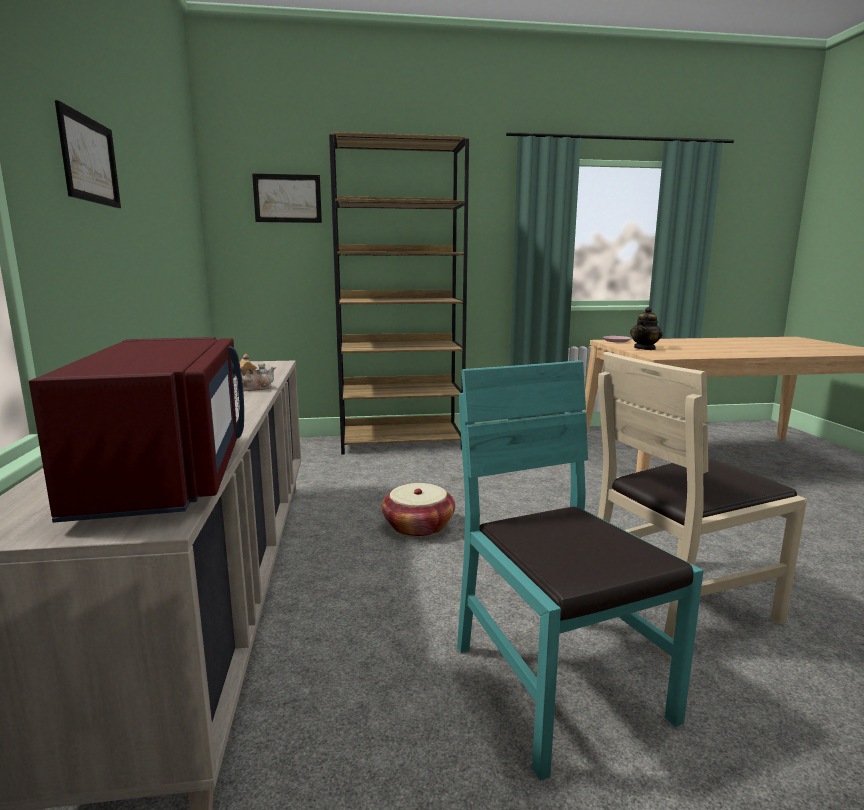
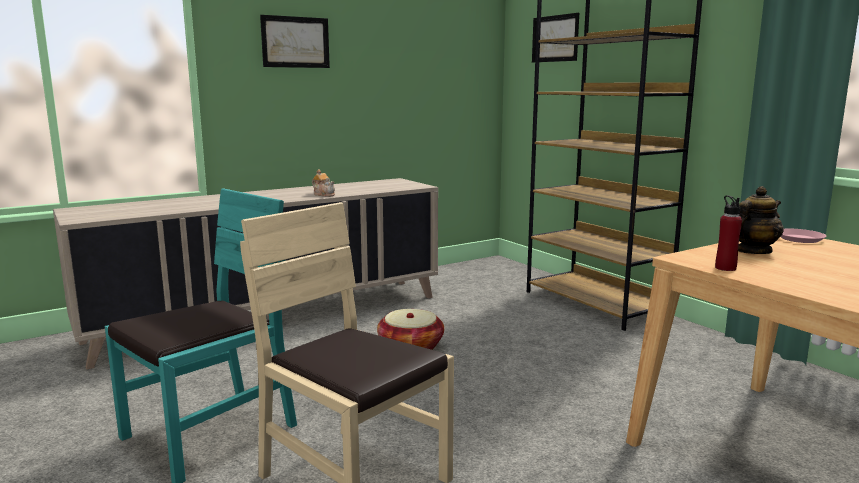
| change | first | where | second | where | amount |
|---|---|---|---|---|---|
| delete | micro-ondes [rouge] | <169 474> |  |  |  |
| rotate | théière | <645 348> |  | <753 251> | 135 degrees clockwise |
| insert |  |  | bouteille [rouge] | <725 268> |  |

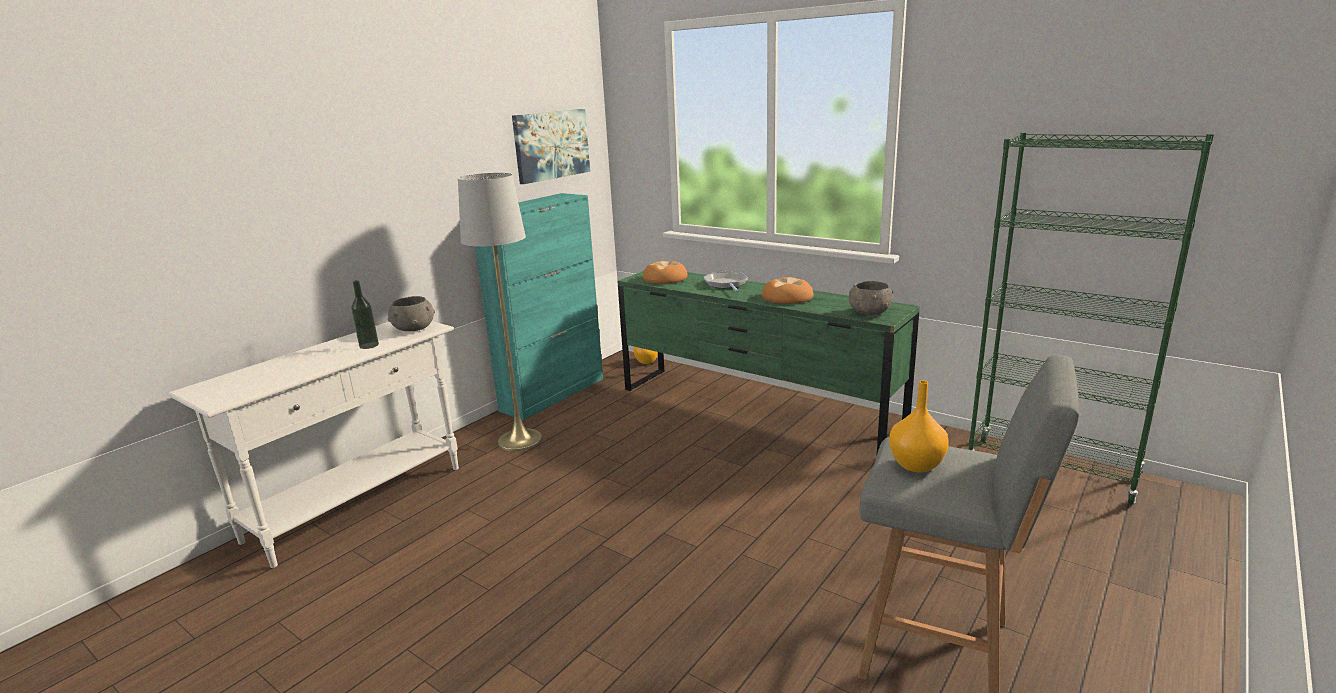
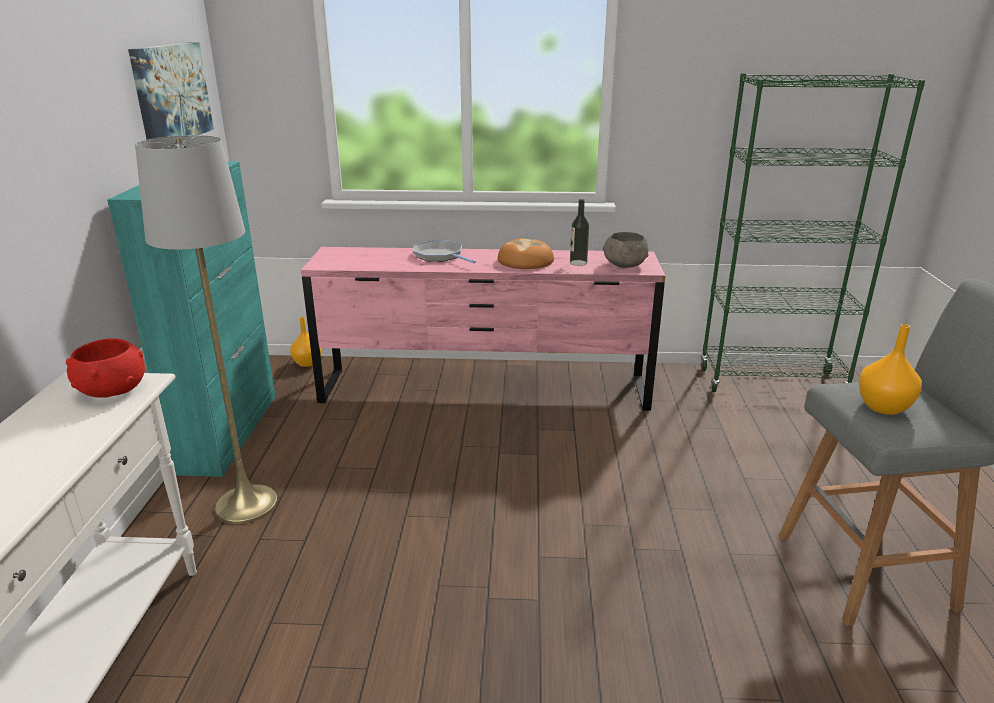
| change | first | where | second | where | amount |
|---|---|---|---|---|---|
| move | bouteille | <369 345> |  | <578 263> |  |
| recolor | bol [gris] | <413 328> | bol [rouge] | <112 390> |  |
| recolor | commode [vert] | <755 409> | commode [rose] | <484 390> |  |
| delete | pain | <664 278> |  |  |  |

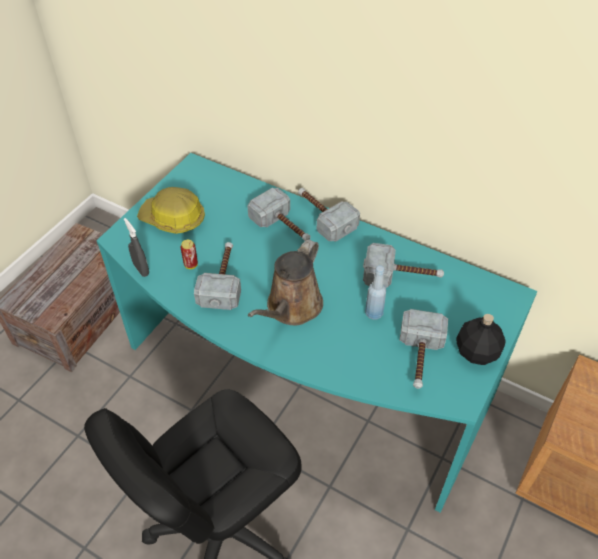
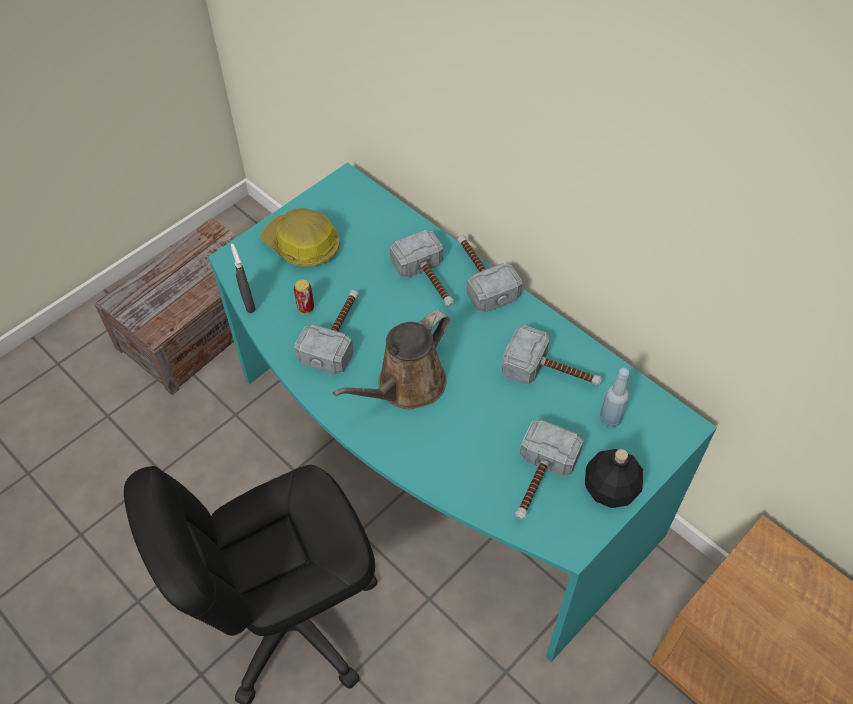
| change | first | where | second | where | amount |
|---|---|---|---|---|---|
| move | bouteille [bleu] | <374 313> |  | <610 419> |  |

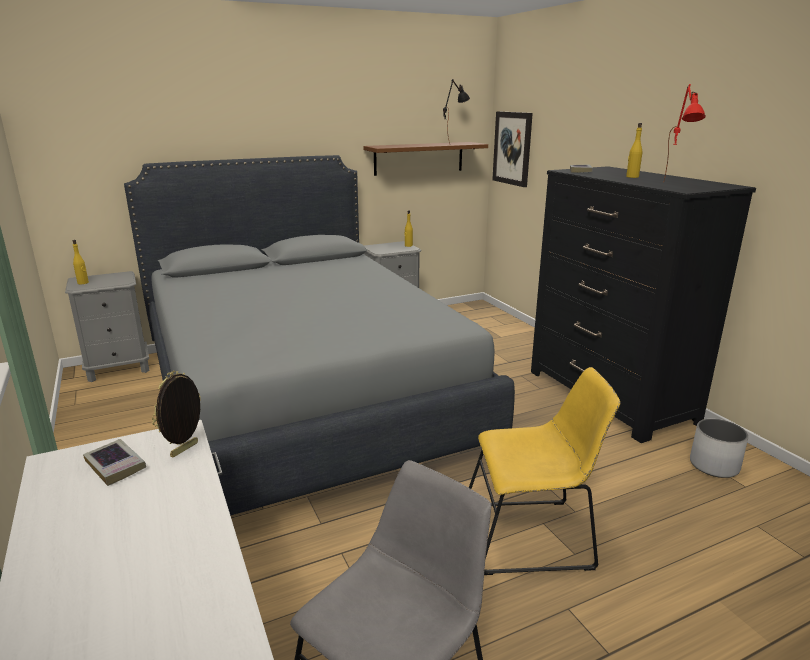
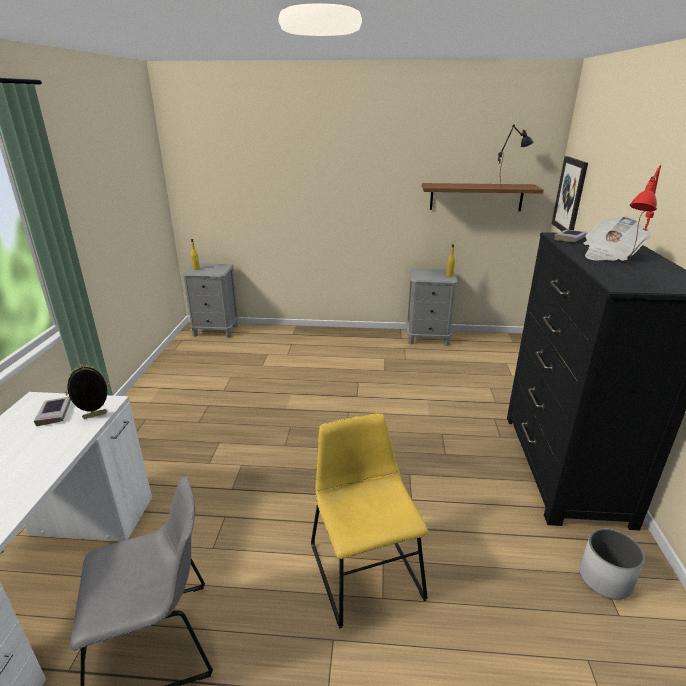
| change | first | where | second | where | amount |
|---|---|---|---|---|---|
| delete | lit [gris] | <303 397> |  |  |  |
| rotate | chaise [jaune] | <532 536> |  | <364 566> | 135 degrees counterclockwise |
| replace | bouteille [jaune] | <632 177> | journal | <609 255> |  |

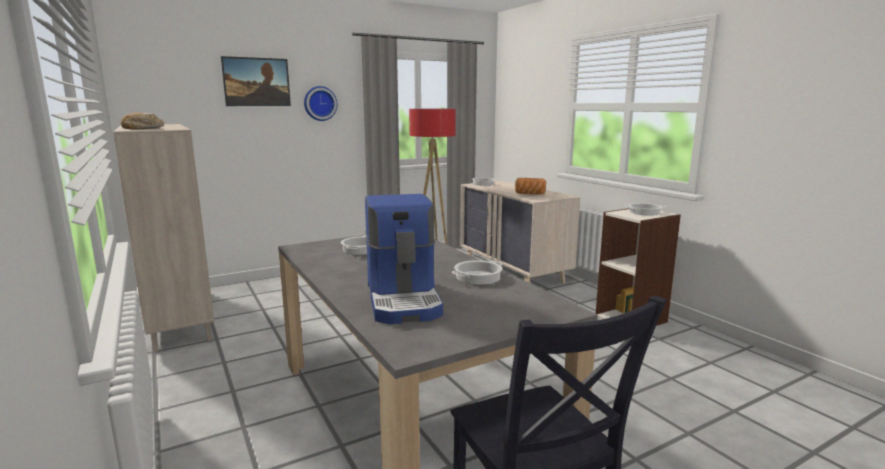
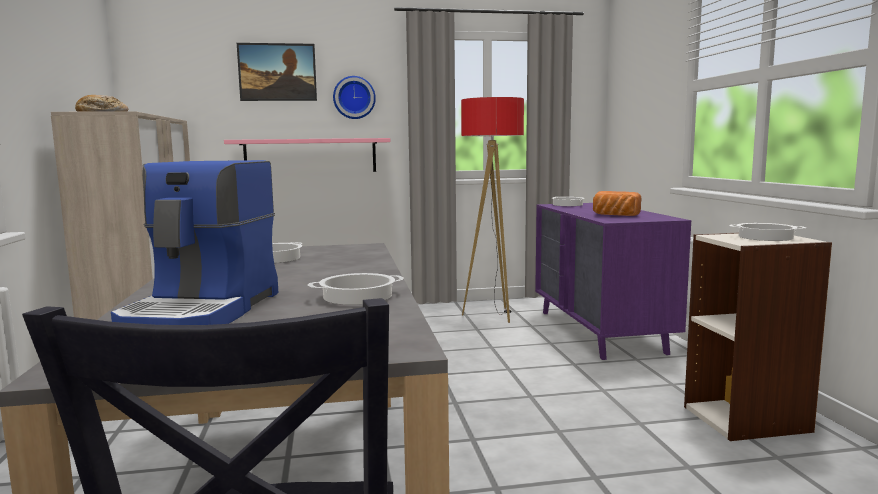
| change | first | where | second | where | amount |
|---|---|---|---|---|---|
| recolor | commode [beige] | <513 271> | commode [violet] | <600 332> |  |
| insert |  |  | étagère [rose] | <310 156> |  |

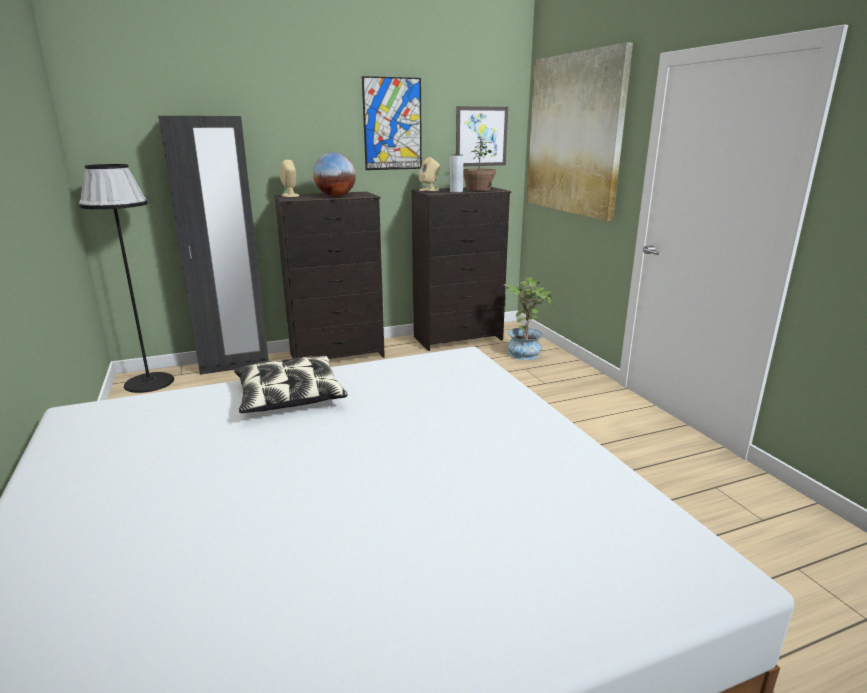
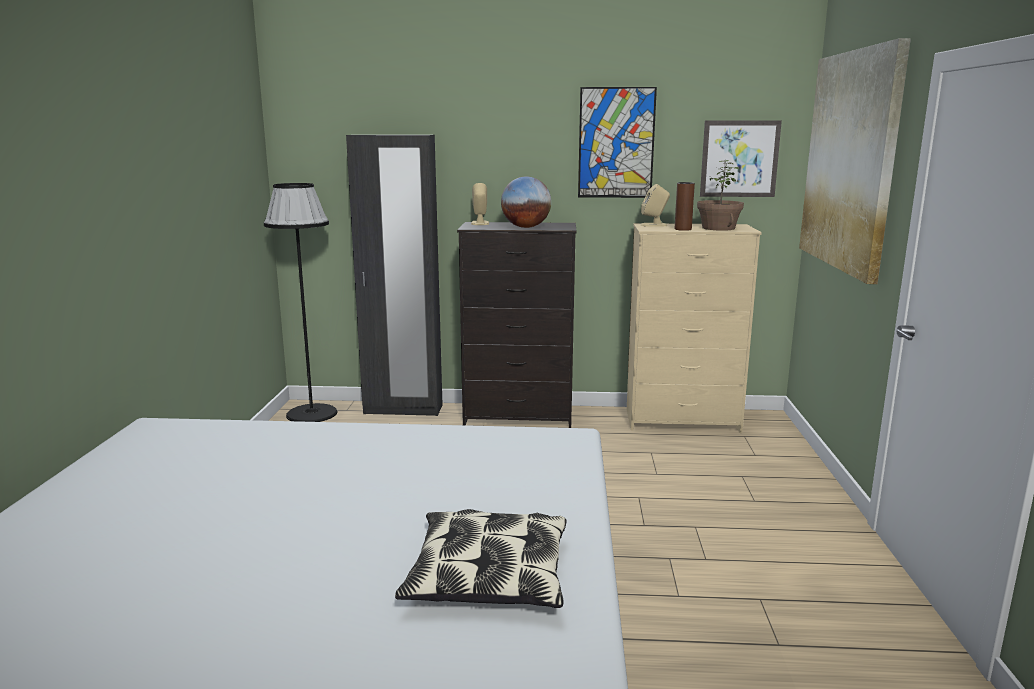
| change | first | where | second | where | amount |
|---|---|---|---|---|---|
| move | coussin | <289 396> |  | <488 577> |  |
| recolor | commode [noir] | <459 338> | commode [beige] | <683 421> |  |
| recolor | vase [gris] | <456 191> | vase [marron] | <683 229> |  |
| delete | plante en pot | <526 352> |  |  |  |

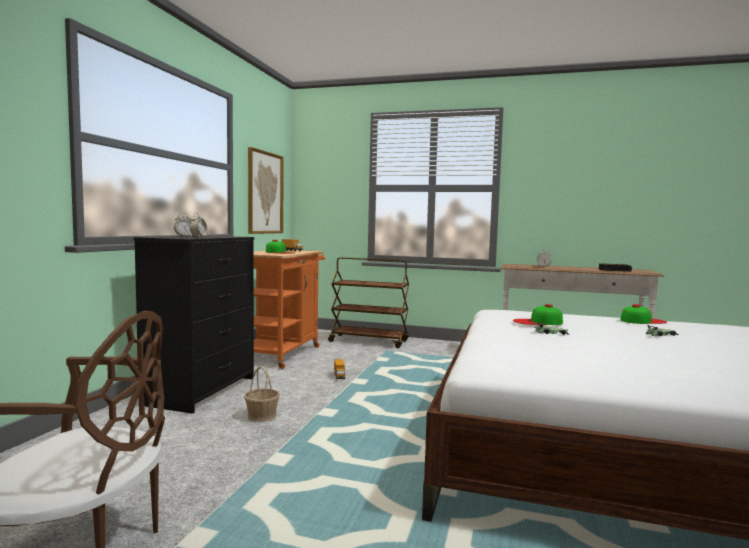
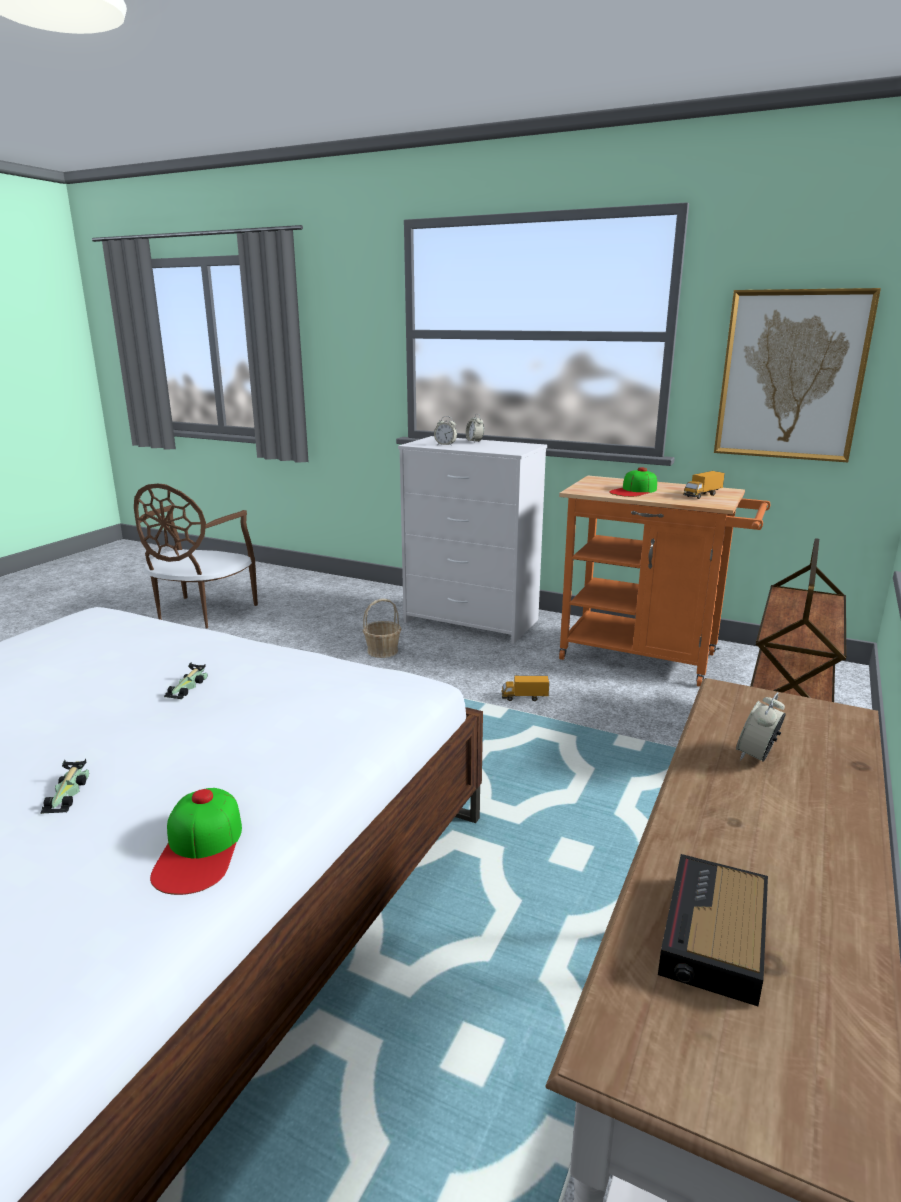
| change | first | where | second | where | amount |
|---|---|---|---|---|---|
| recolor | commode [noir] | <201 390> | commode [blanc] | <472 621> |  |
| delete | casquette | <537 322> |  |  |  |

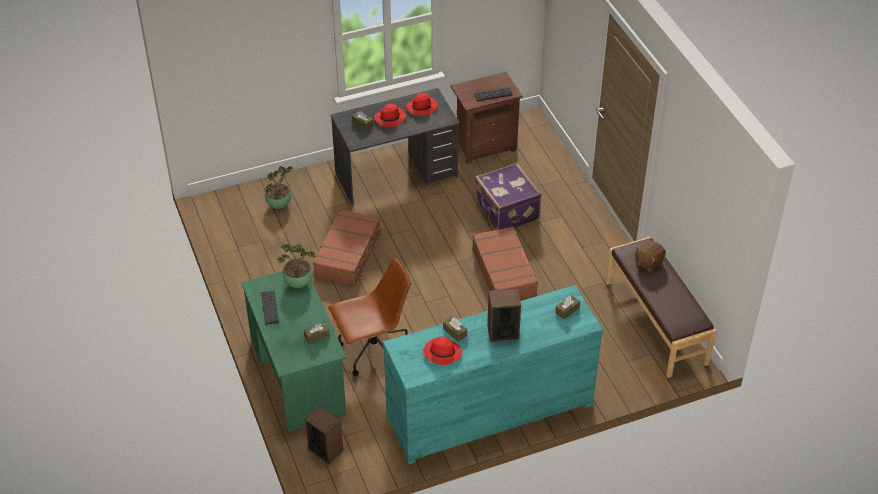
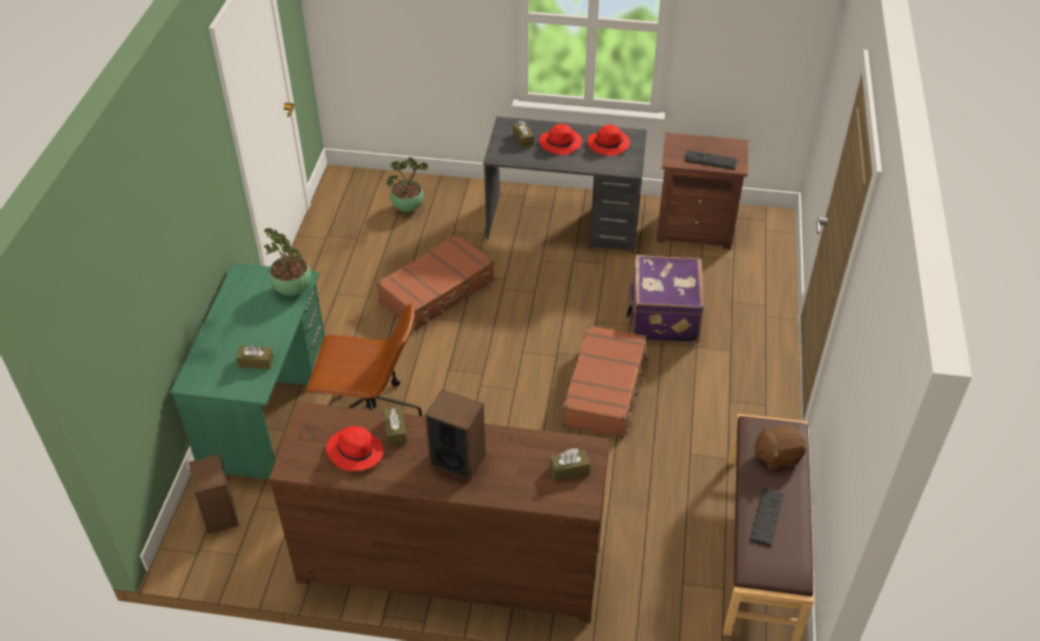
| change | first | where | second | where | amount |
|---|---|---|---|---|---|
| move | clavier | <269 308> |  | <766 517> |  |
| recolor | commode [turquoise] | <489 410> | commode [marron] | <449 561> |  |

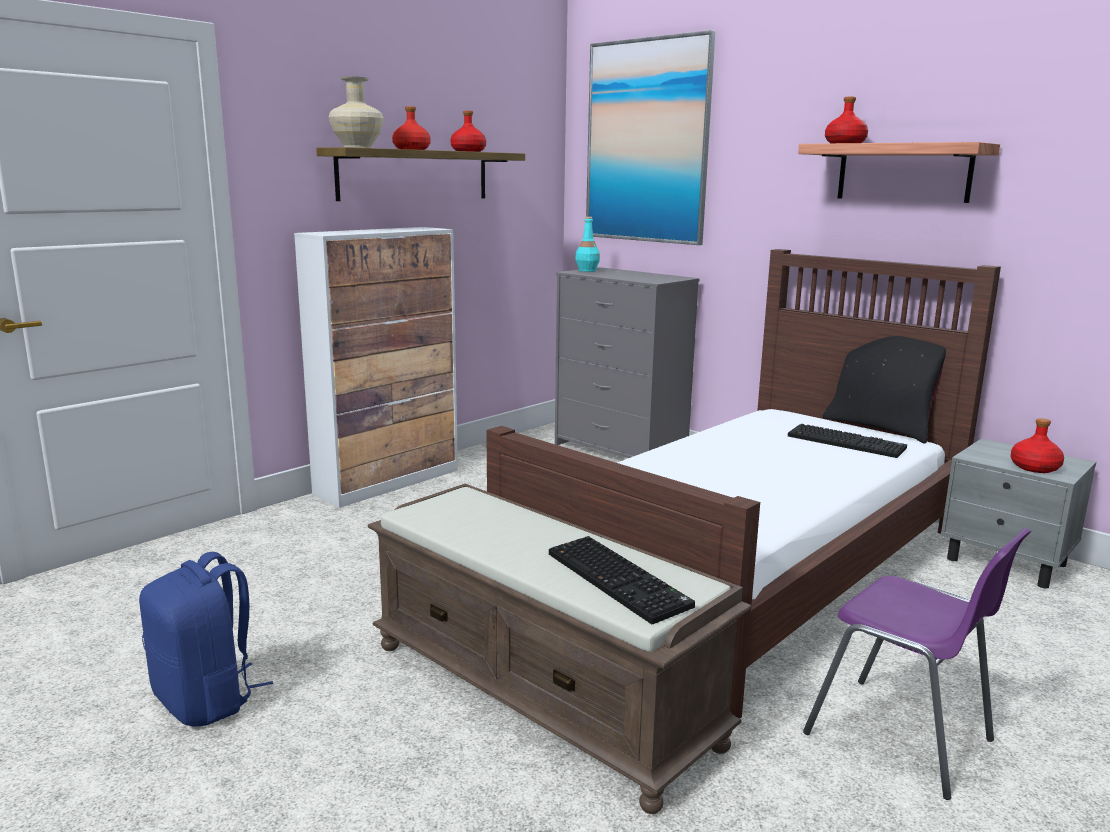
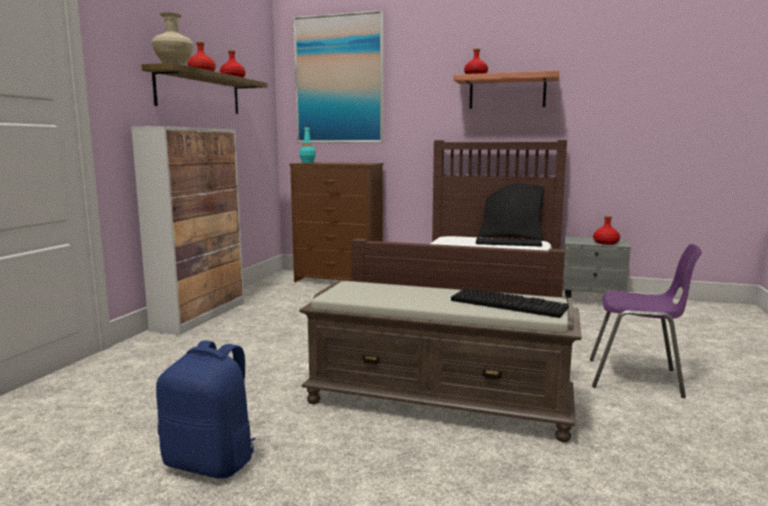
| change | first | where | second | where | amount |
|---|---|---|---|---|---|
| recolor | commode [gris] | <621 450> | commode [marron] | <339 279> |  |

